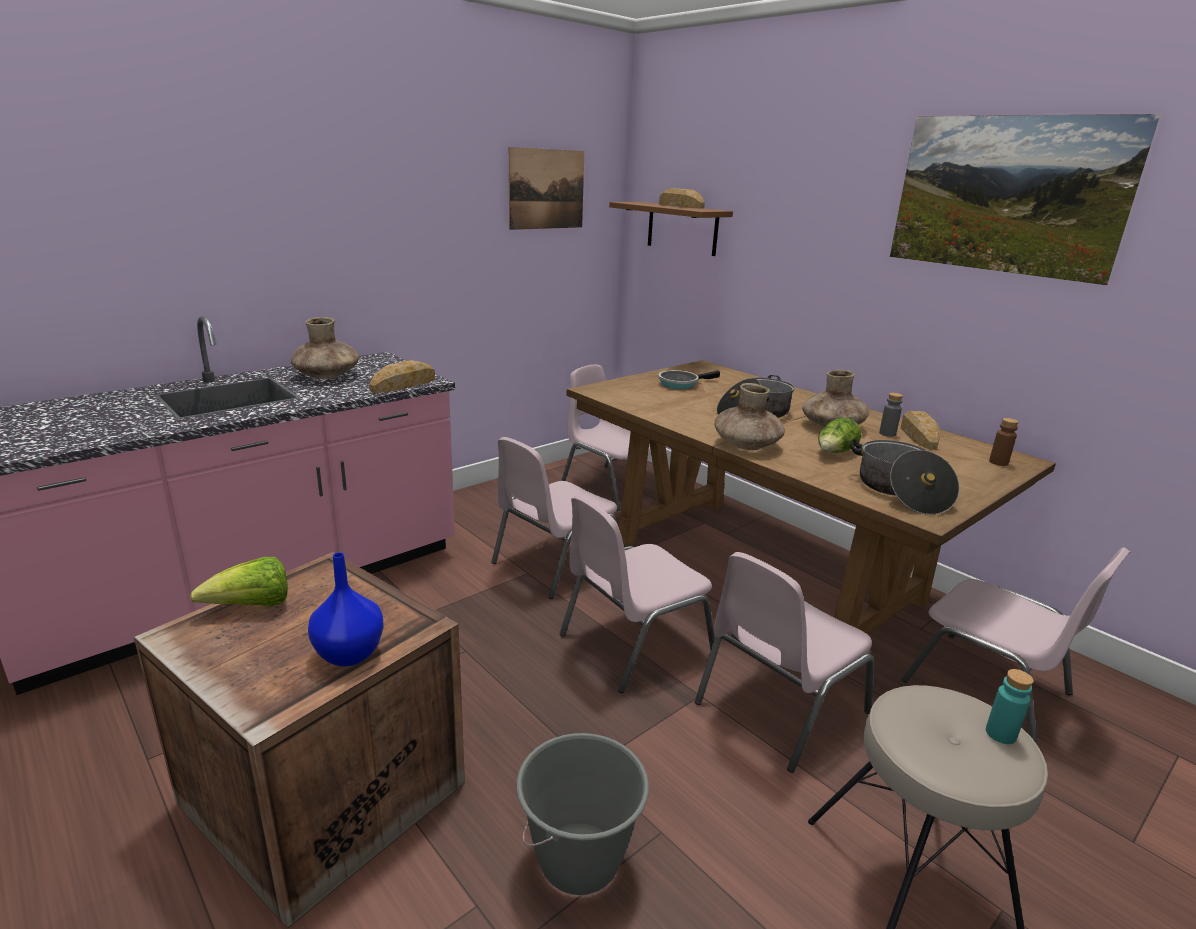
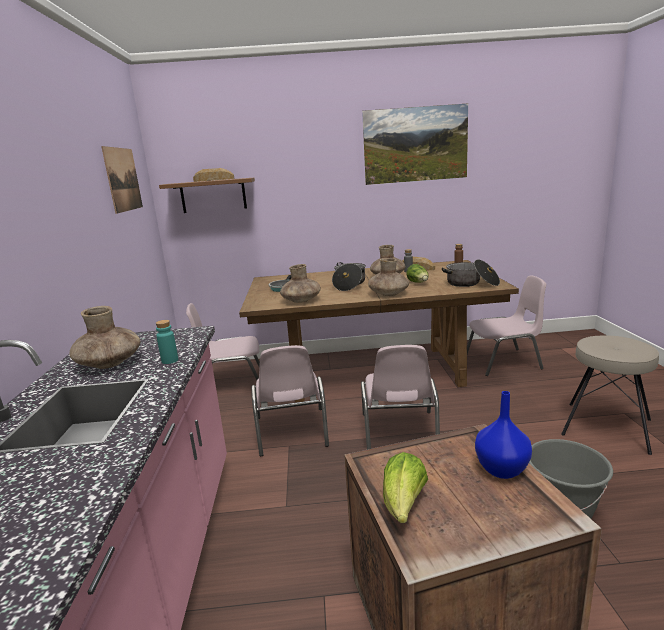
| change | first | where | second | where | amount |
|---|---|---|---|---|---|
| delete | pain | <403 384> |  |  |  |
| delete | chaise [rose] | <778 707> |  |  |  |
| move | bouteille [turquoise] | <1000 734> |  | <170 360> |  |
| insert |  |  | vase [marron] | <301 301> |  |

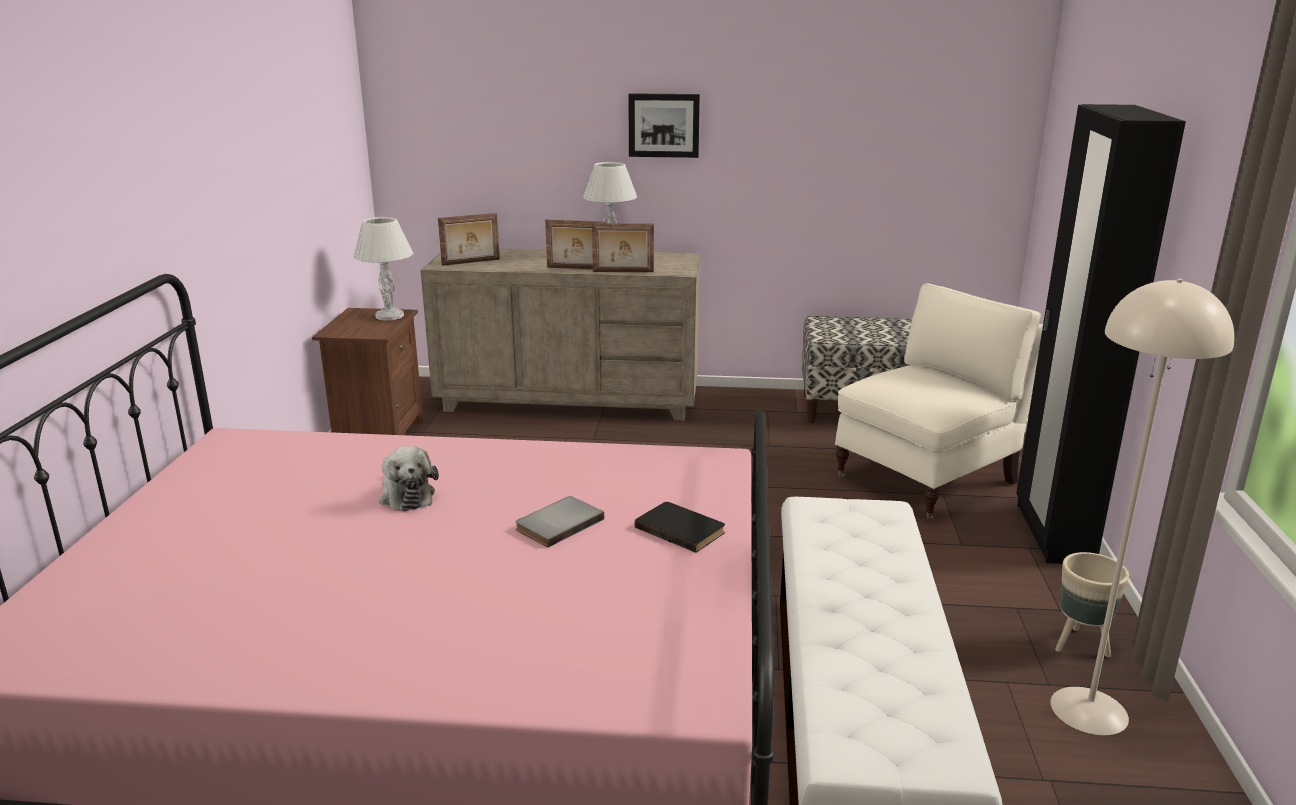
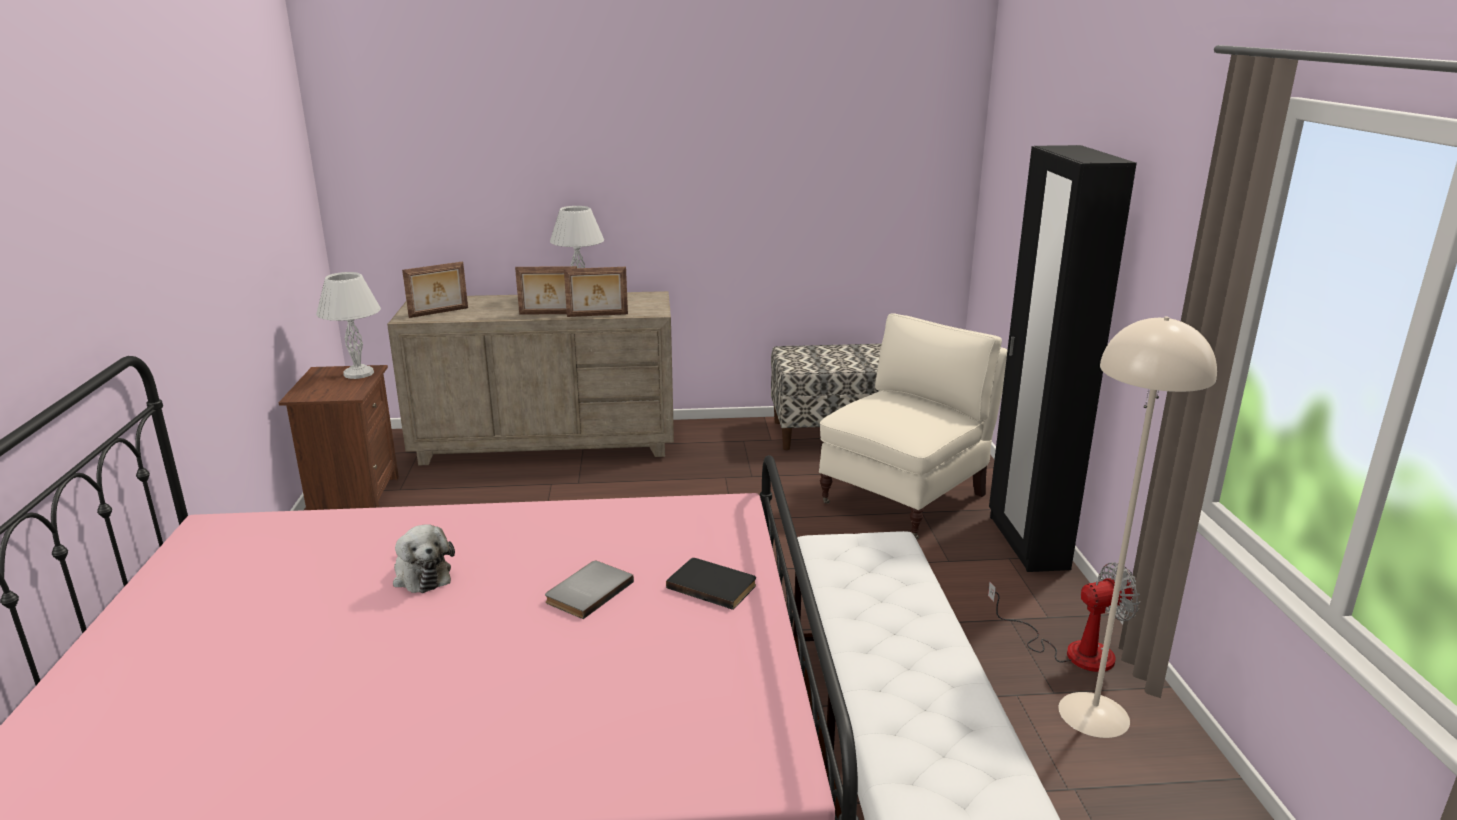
| change | first | where | second | where | amount |
|---|---|---|---|---|---|
| delete | tableau | <664 125> |  |  |  |
| replace | cache-pot [beige] | <1079 645> | ventilateur | <1072 650> |  |

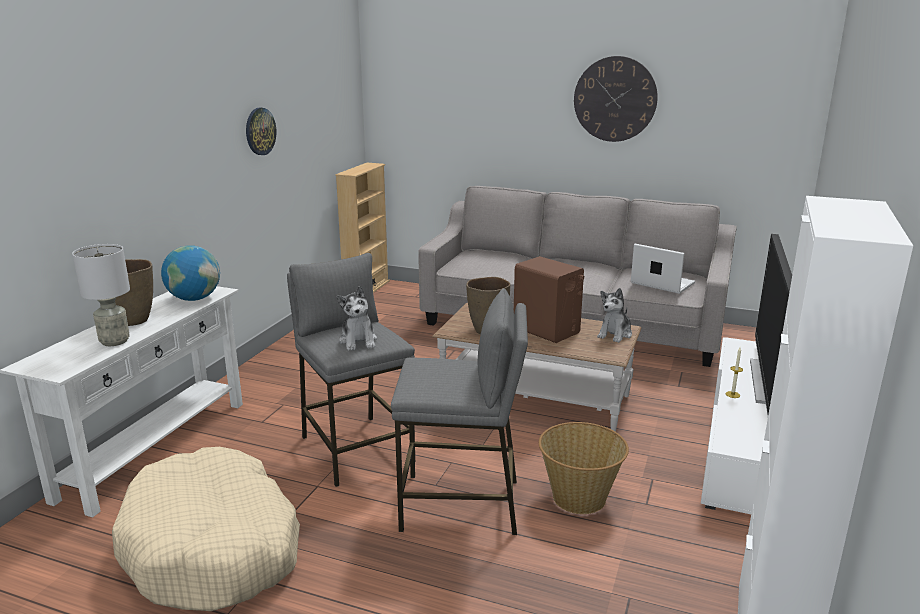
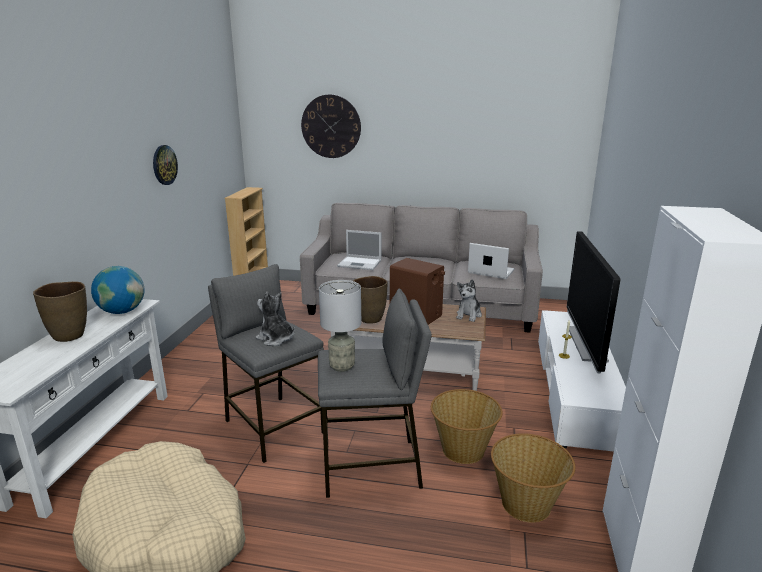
| change | first | where | second | where | amount |
|---|---|---|---|---|---|
| move | lampe de table [gris] | <114 342> |  | <341 366> |  |
| rotate | peluche | <358 341> |  | <276 339> | 150 degrees clockwise |
| move | horloge murale | <615 99> |  | <331 126> |  |
| insert |  |  | ordinateur portable | <360 263> |  |
| insert |  |  | panier | <526 504> |  |

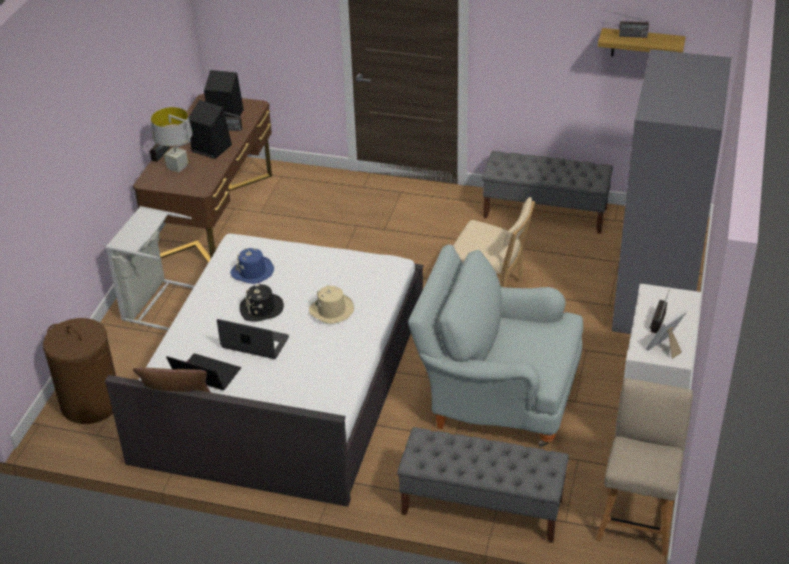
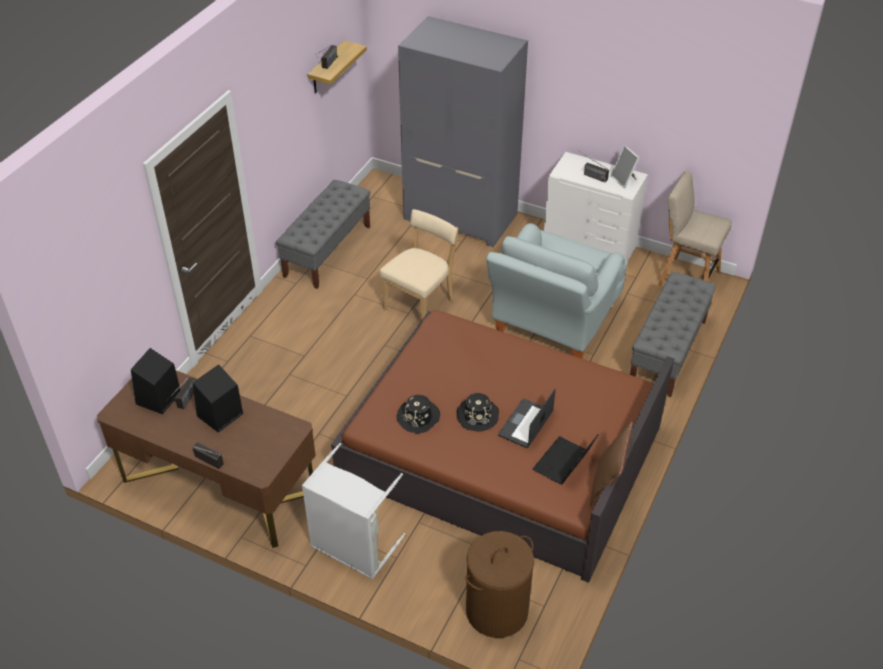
| change | first | where | second | where | amount |
|---|---|---|---|---|---|
| recolor | lit [blanc] | <283 381> | lit [marron] | <501 454> |  |
| delete | lampe de table [gris] | <177 167> |  |  |  |
| recolor | chapeau [bleu] | <252 272> | chapeau [noir] | <418 417> |  |
| delete | chapeau [beige] | <331 310> |  |  |  |

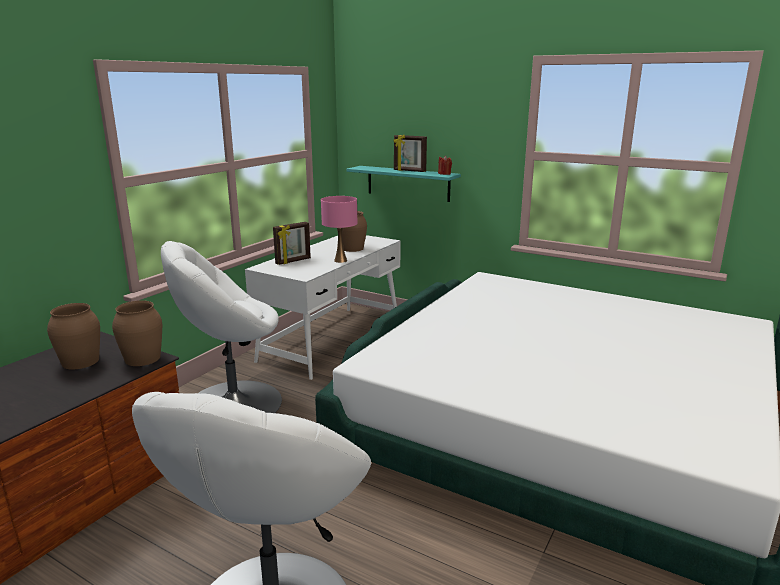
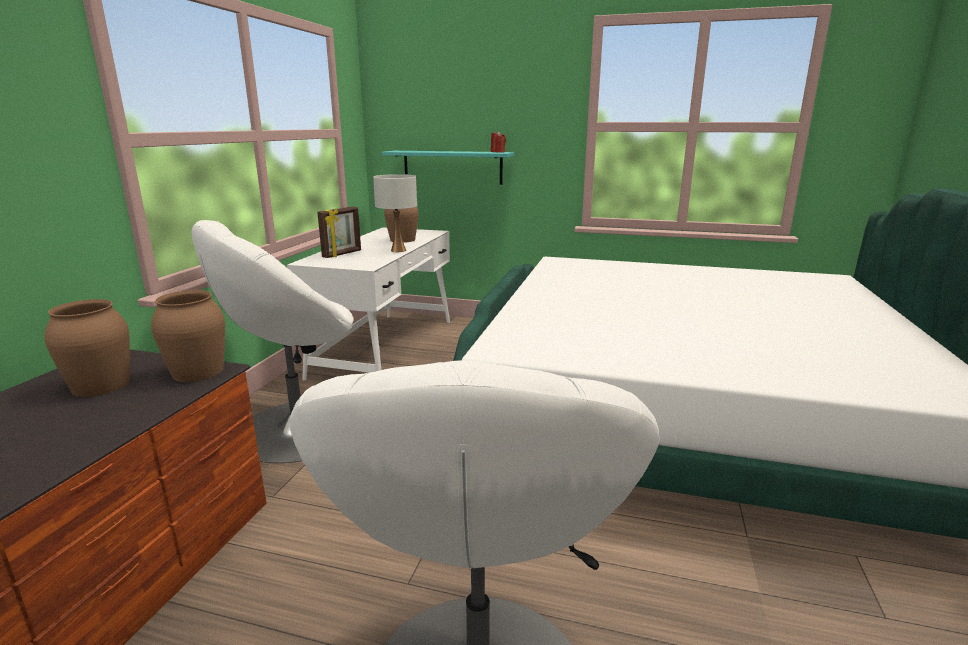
| change | first | where | second | where | amount |
|---|---|---|---|---|---|
| recolor | lampe de table [rose] | <340 260> | lampe de table [blanc] | <398 250> |  |
| delete | cadre photo | <409 171> |  |  |  |

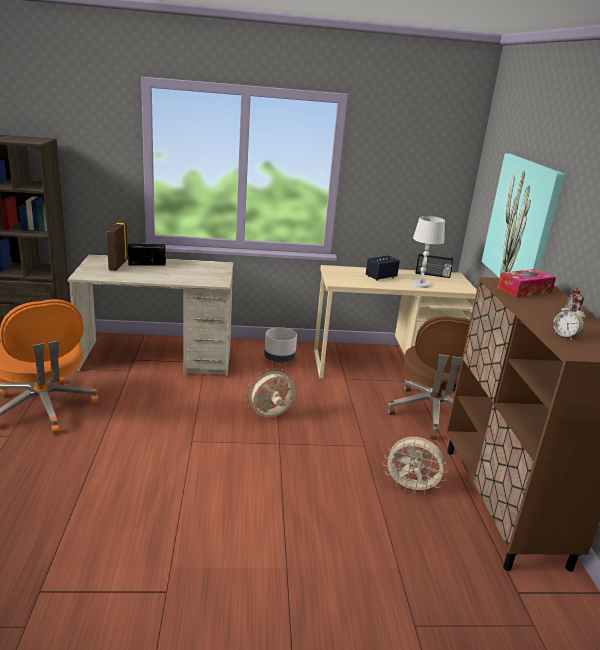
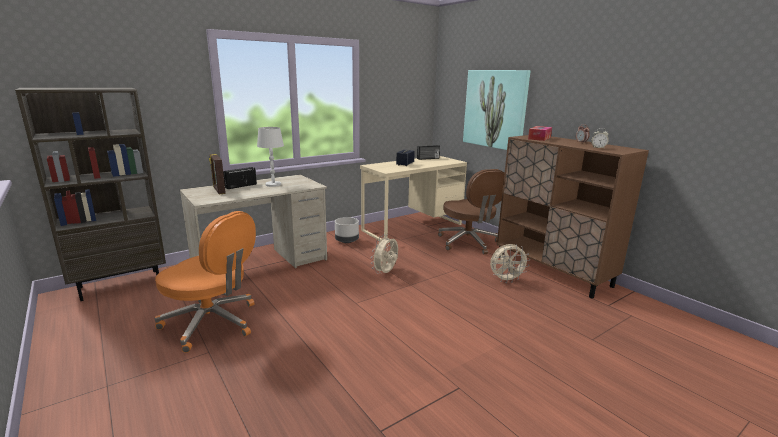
| change | first | where | second | where | amount |
|---|---|---|---|---|---|
| move | lampe de table [blanc] | <420 284> |  | <273 184> |  |

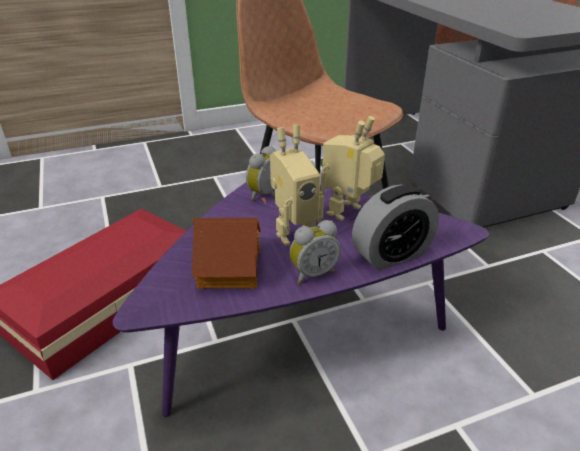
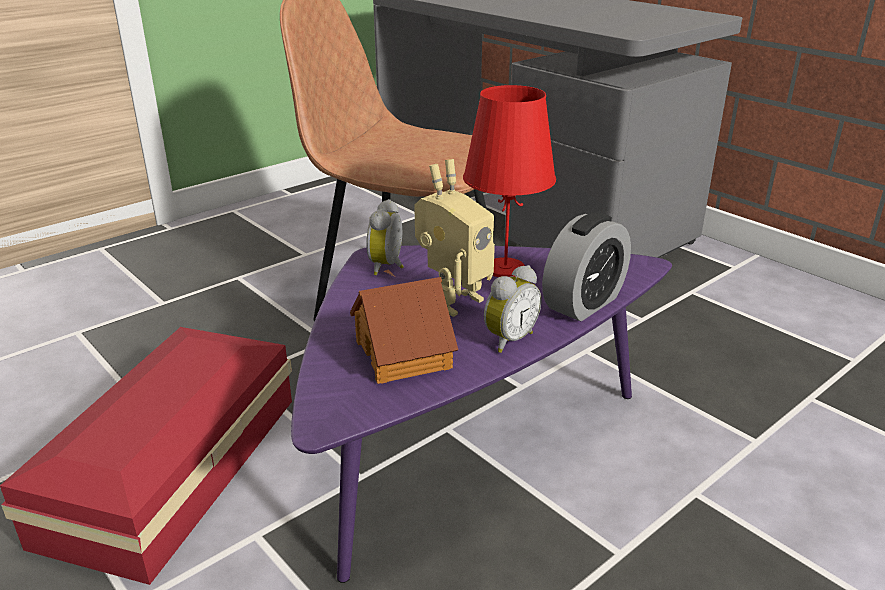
| change | first | where | second | where | amount |
|---|---|---|---|---|---|
| replace | robot jouet | <348 213> | lampe de table [rouge] | <504 269> |  |

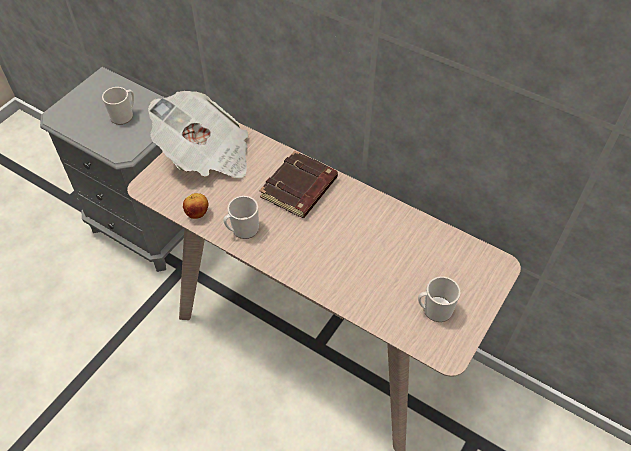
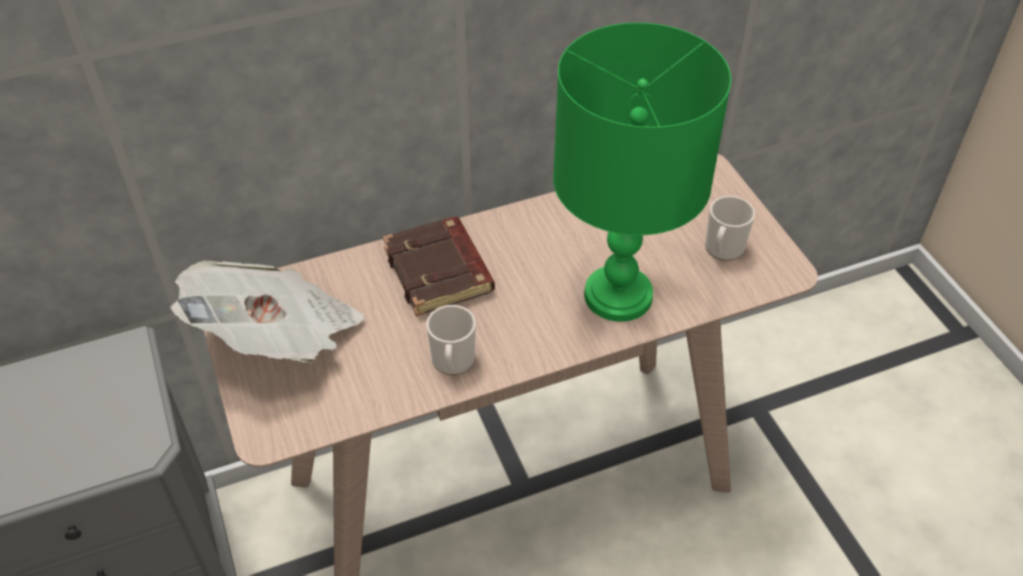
| change | first | where | second | where | amount |
|---|---|---|---|---|---|
| delete | mug | <124 115> |  |  |  |
| delete | pomme | <197 213> |  |  |  |
| insert |  |  | lampe de table [vert] | <619 296> |  |

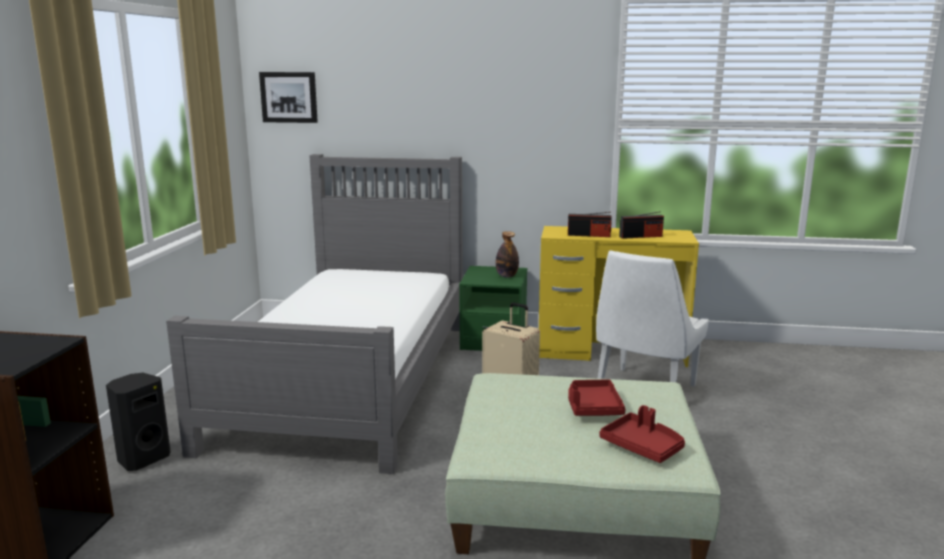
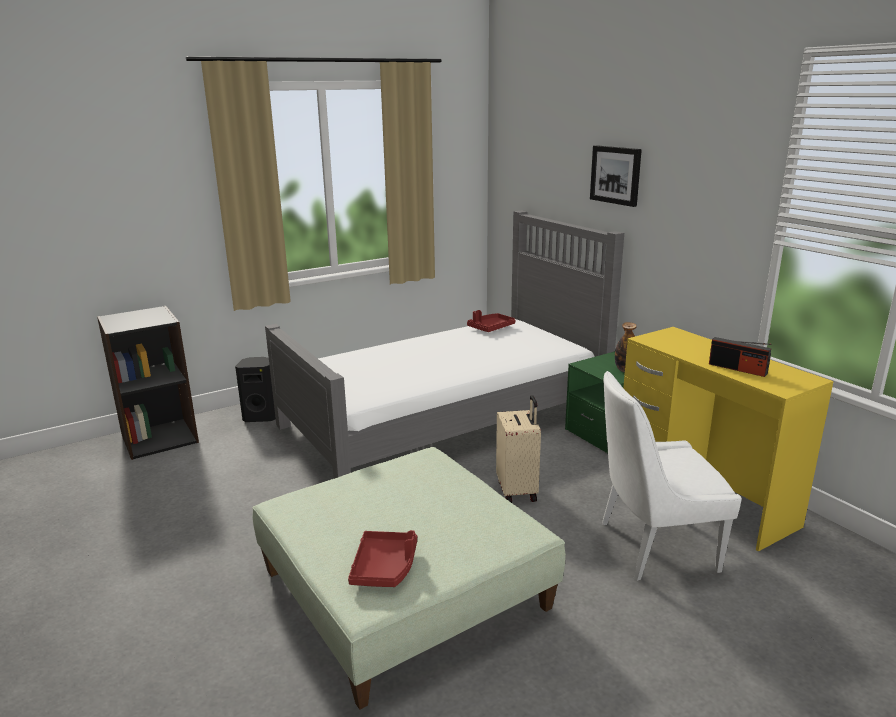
| change | first | where | second | where | amount |
|---|---|---|---|---|---|
| move | tableau | <289 97> |  | <616 175> |  |
| delete | radio | <589 235> |  |  |  |
| move | plateau [rouge] | <593 407> |  | <490 328> |  |

